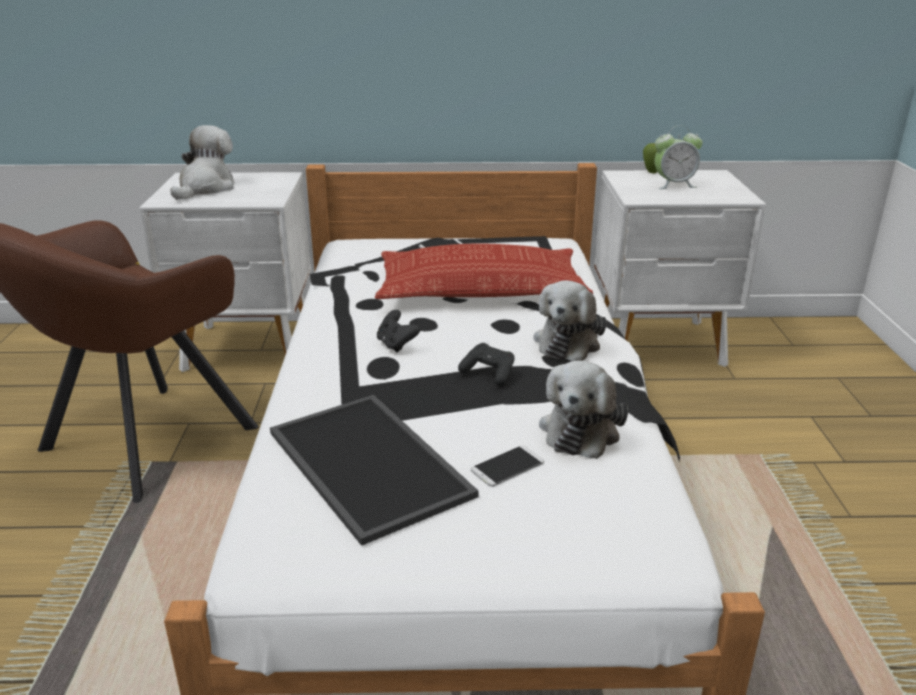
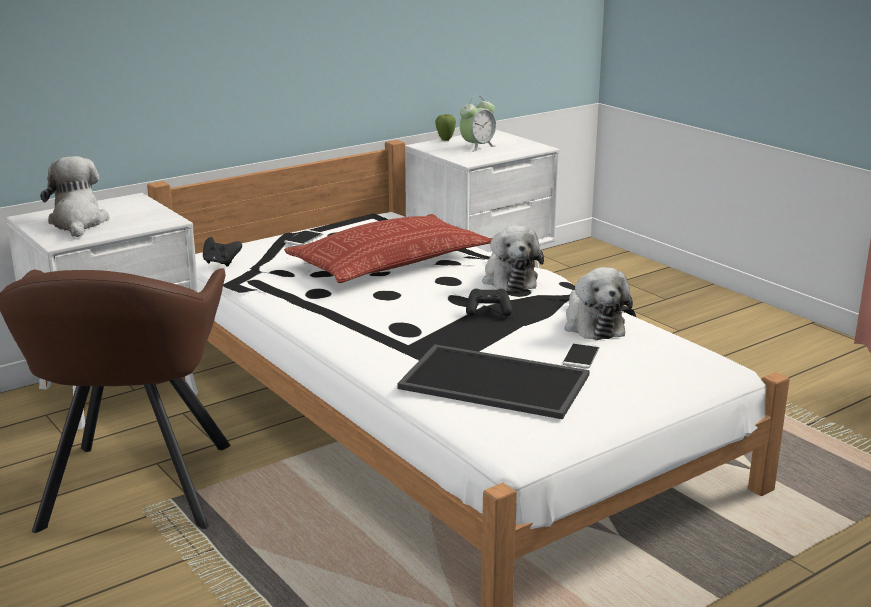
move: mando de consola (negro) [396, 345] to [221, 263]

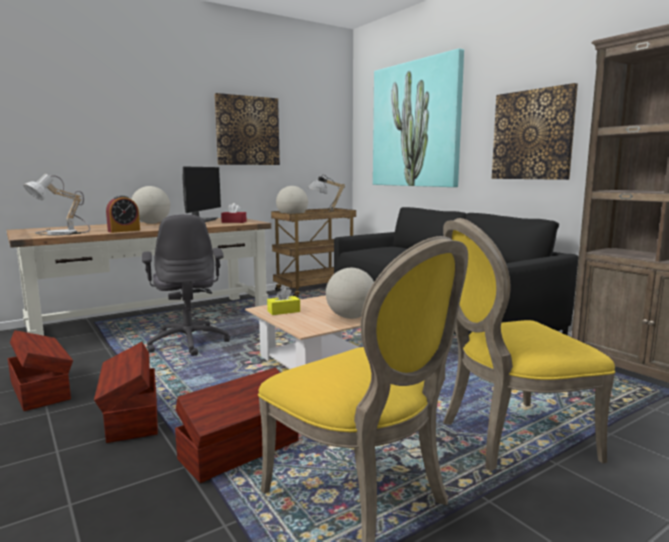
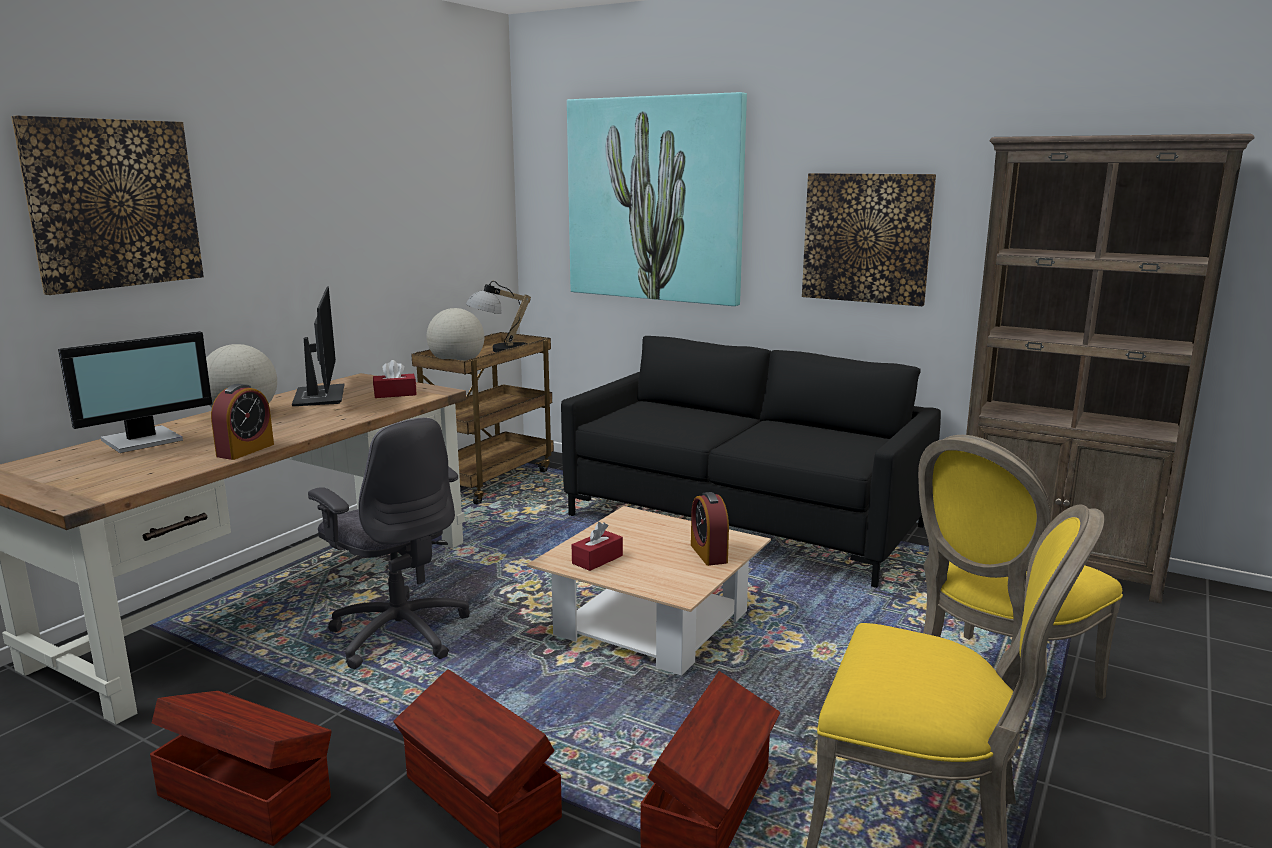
delete: lámpara de mesa [61, 233]
insert: monitor [144, 441]
move: cuadro [247, 130] to [113, 204]
replace: globo terráqueo [351, 317] to despertador [708, 553]
recolor: caja de pañuelos (amarillo) [283, 311] to caja de pañuelos (rojo) [597, 559]

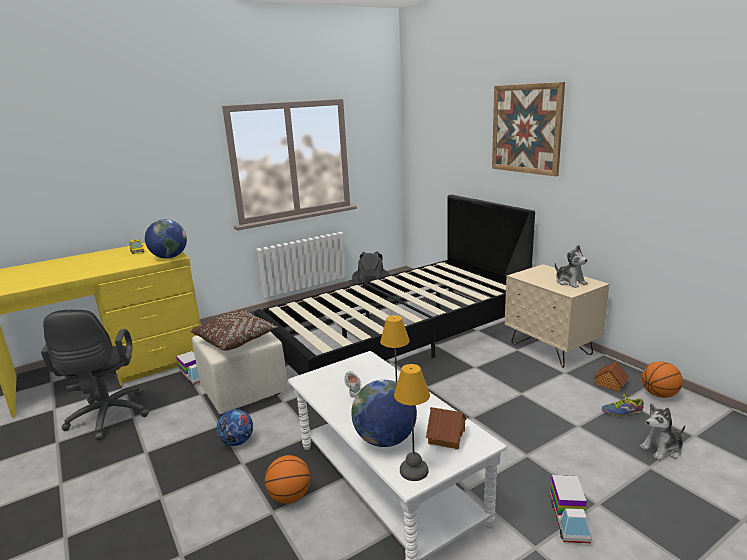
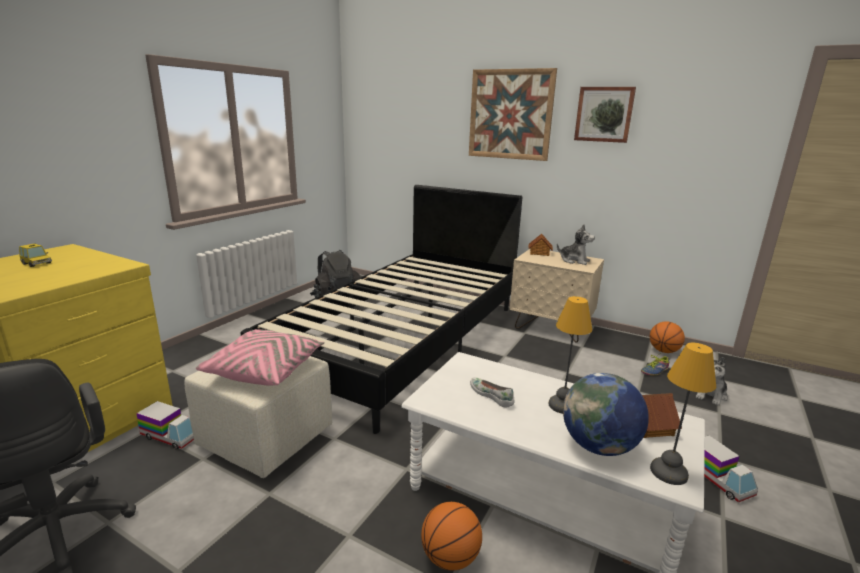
delete: globo terráqueo [169, 257]; balón de fútbol [237, 442]
insert: cuadro [604, 114]
move: casita [609, 384] to [539, 253]
recolor: cojín (marrón) [236, 340] to cojín (rosa) [265, 369]

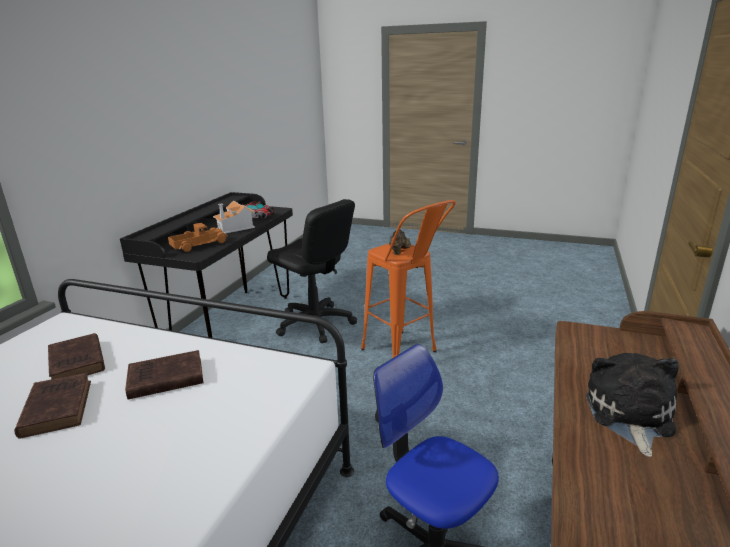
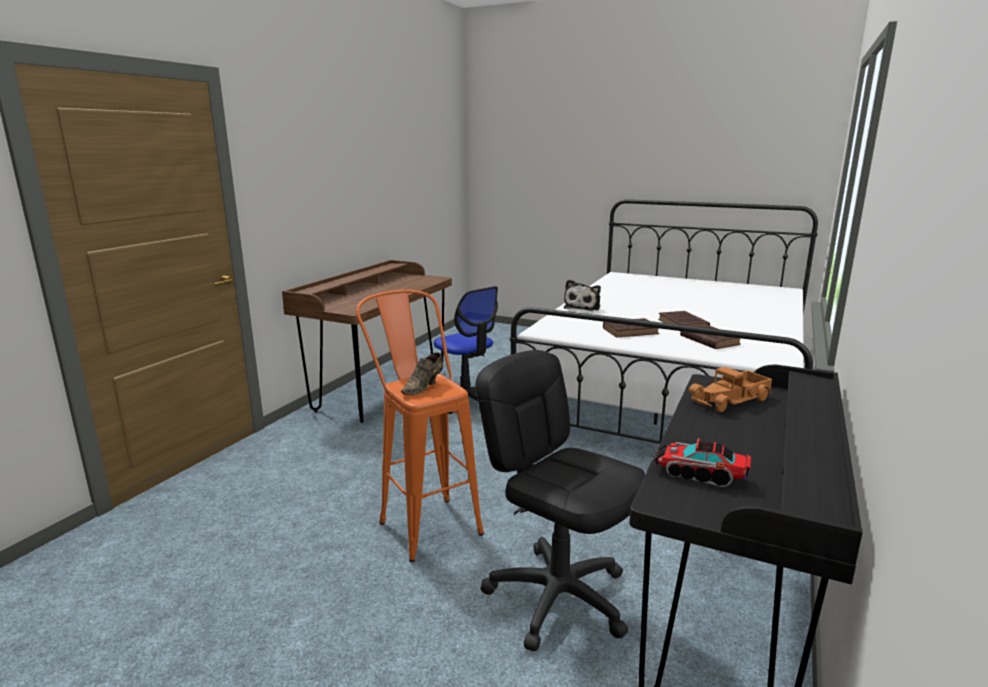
delete: casita [236, 227]
move: peluche [629, 415] to [583, 307]

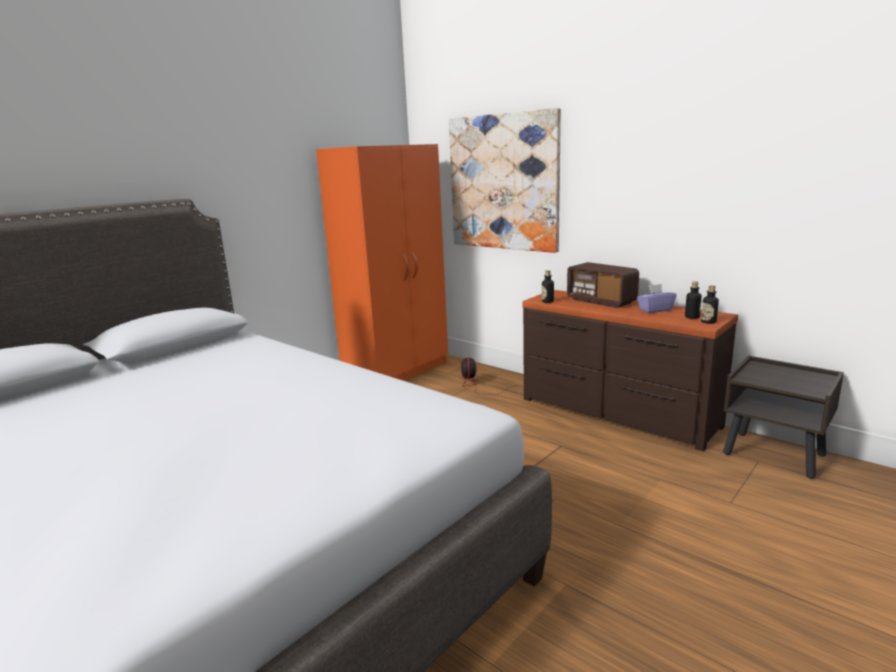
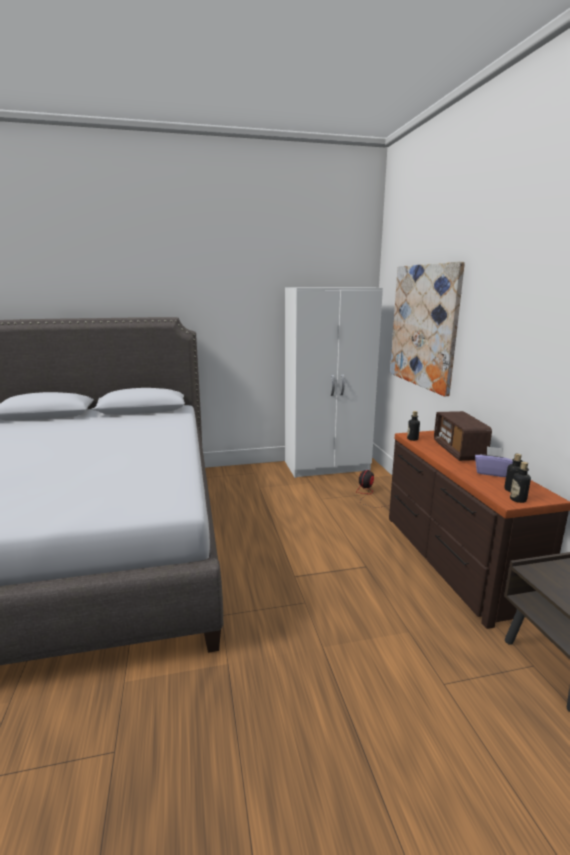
recolor: armario ropero (naranja) [398, 371] to armario ropero (blanco) [328, 466]

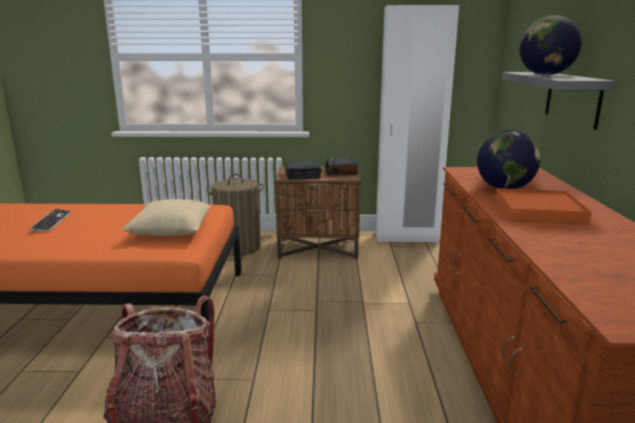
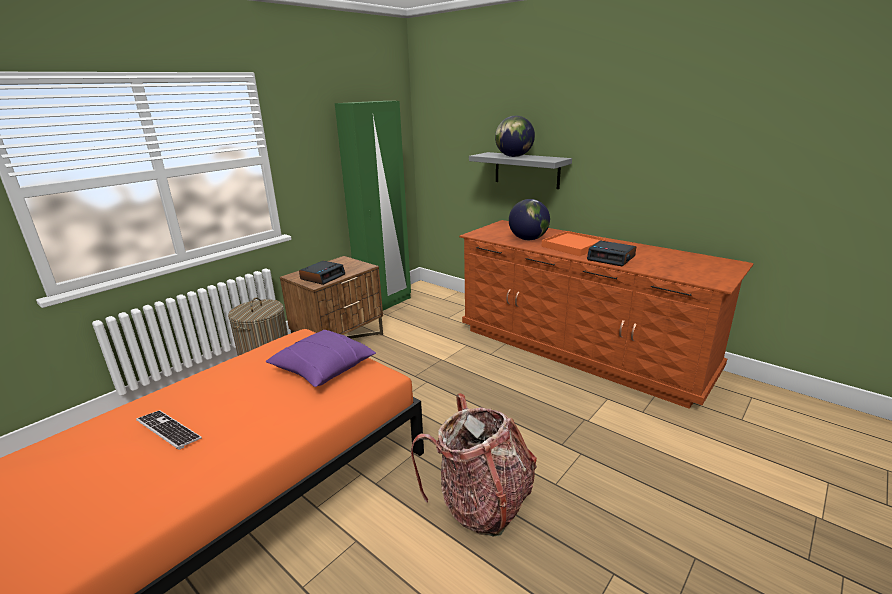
move: despertador [341, 171] to [611, 258]
recolor: armario ropero (blanco) [406, 238] to armario ropero (verde) [385, 304]; cojín (beis) [170, 230] to cojín (morado) [323, 369]

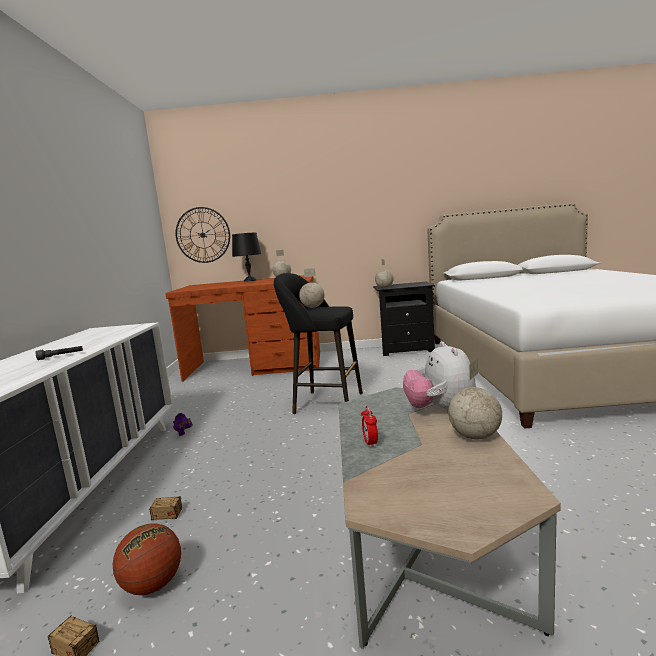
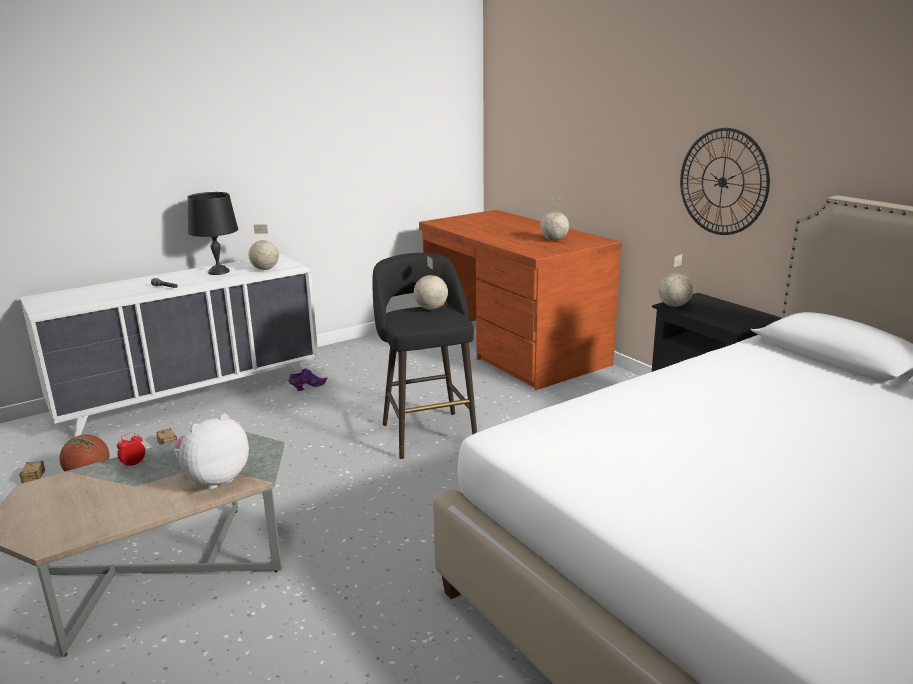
move: reloj de pared [203, 235] to [722, 182]; lámpara de mesa (negro) [250, 280] to [218, 272]; globo terráqueo [475, 436] to [265, 269]

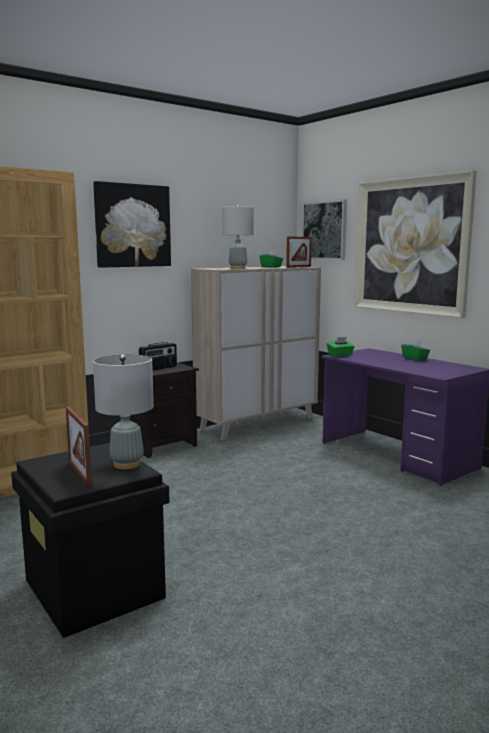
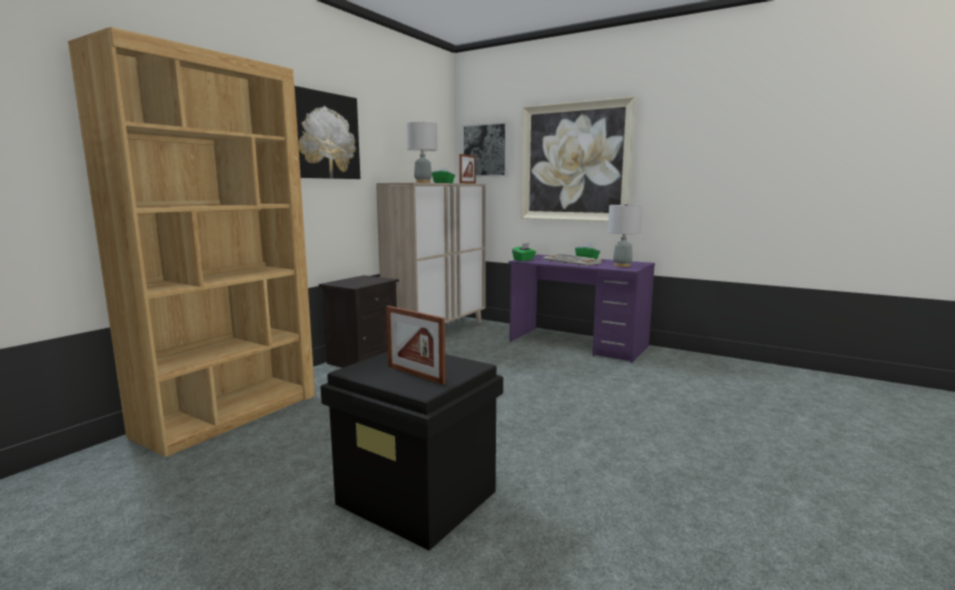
delete: radio [158, 368]
insert: teclado [572, 261]
move: lámpara de mesa (gris) [127, 464] to [622, 265]

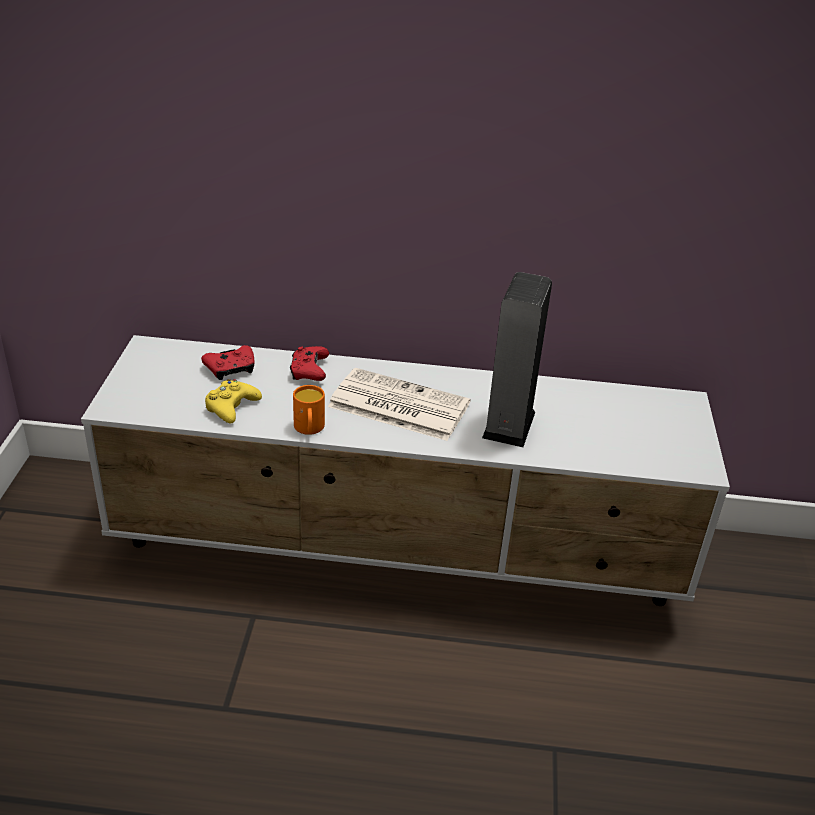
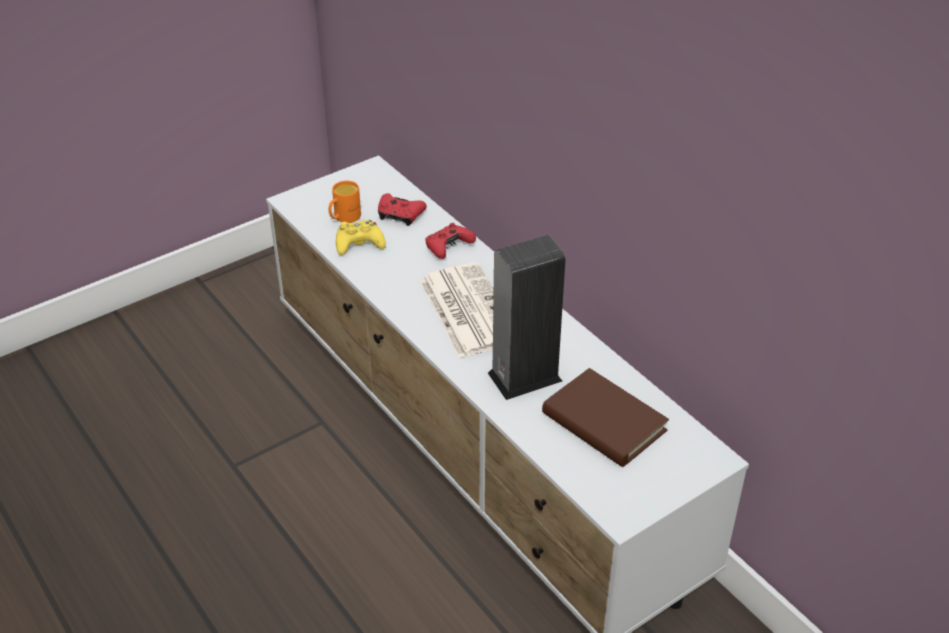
insert: libro (marrón) [603, 422]
move: taza grande (naranja) [309, 429] to [344, 218]

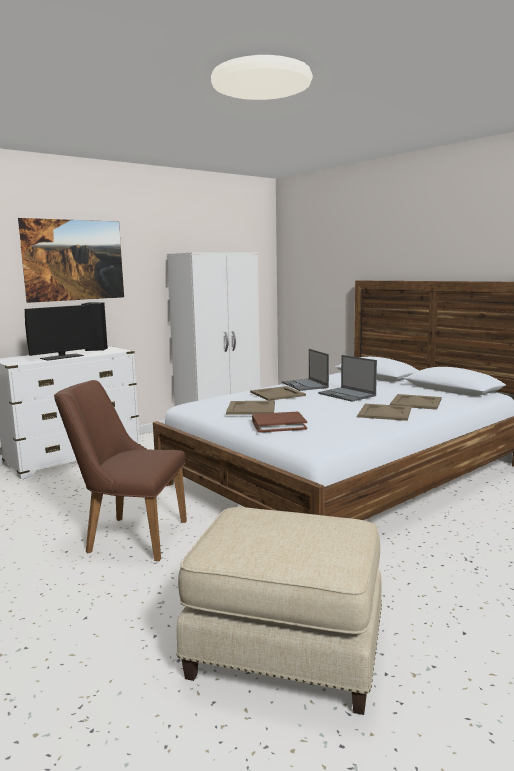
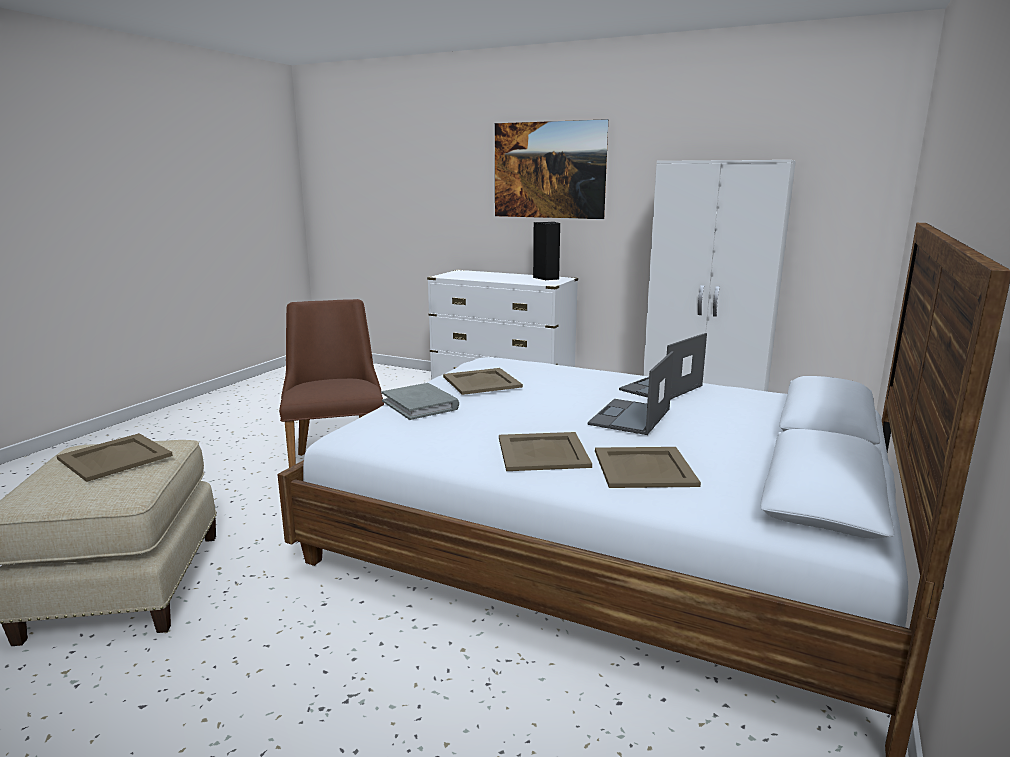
delete: monitor [62, 357]
move: bandeja (beis) [277, 394] to [115, 457]
recolor: libro (marrón) [278, 425] to libro (gris) [420, 405]

